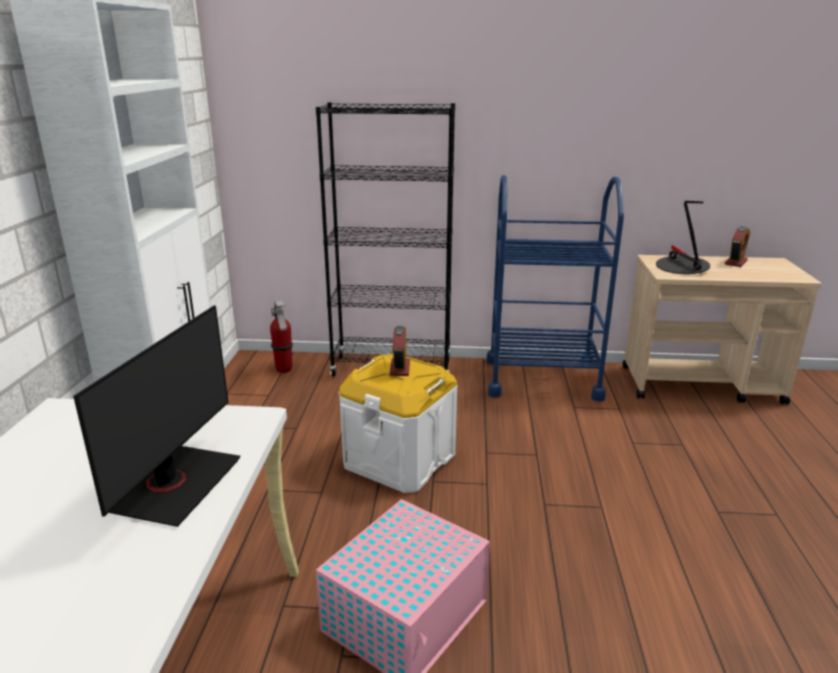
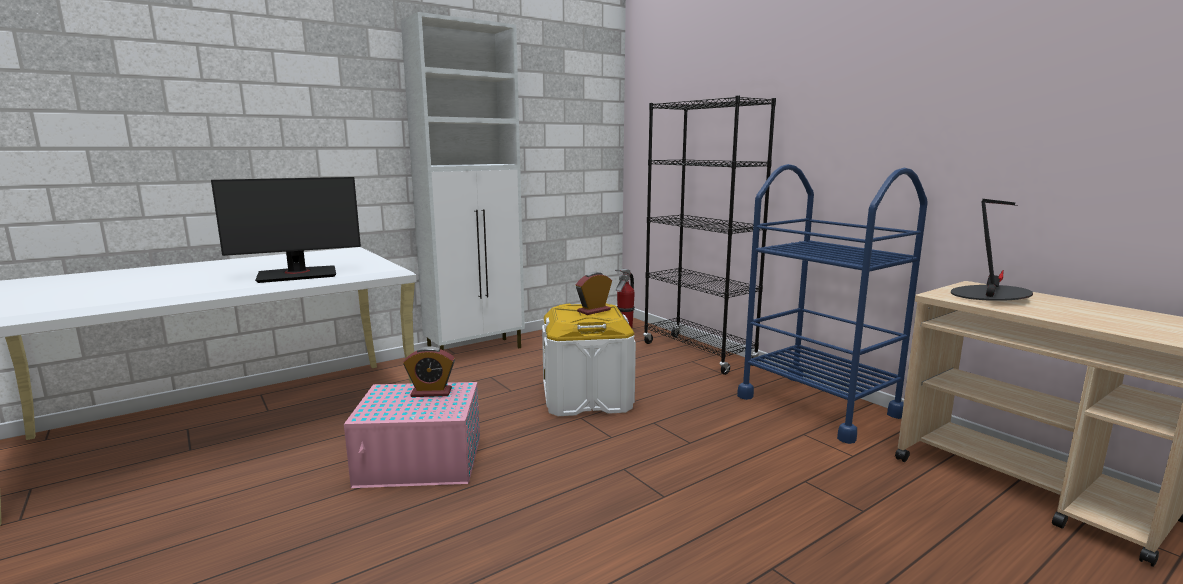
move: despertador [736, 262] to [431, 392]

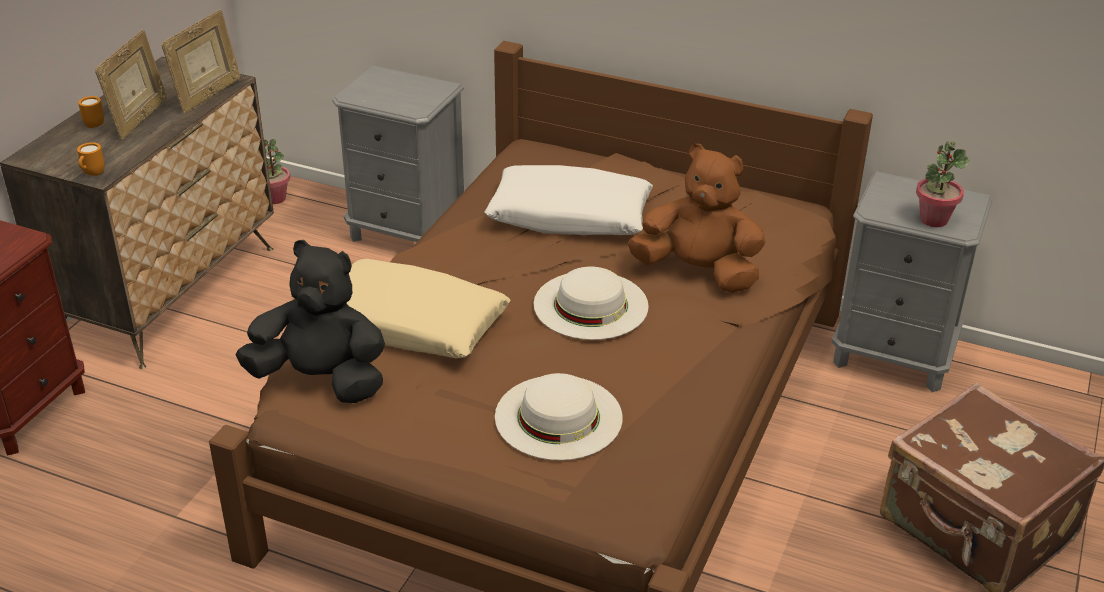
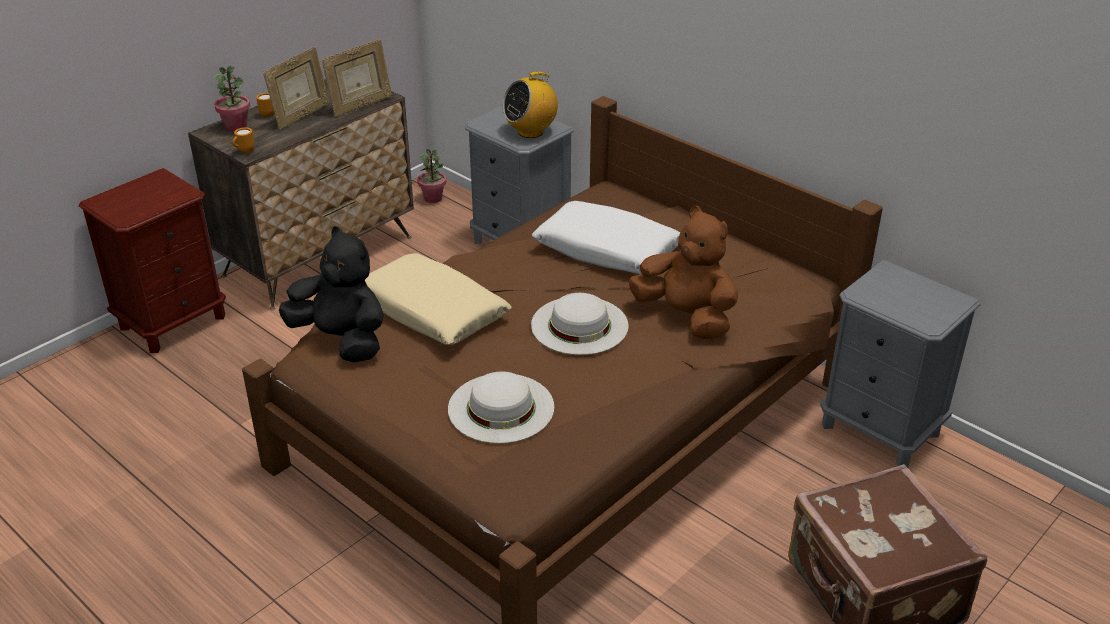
insert: radio [531, 131]
move: planta en maceta [933, 219] to [236, 127]

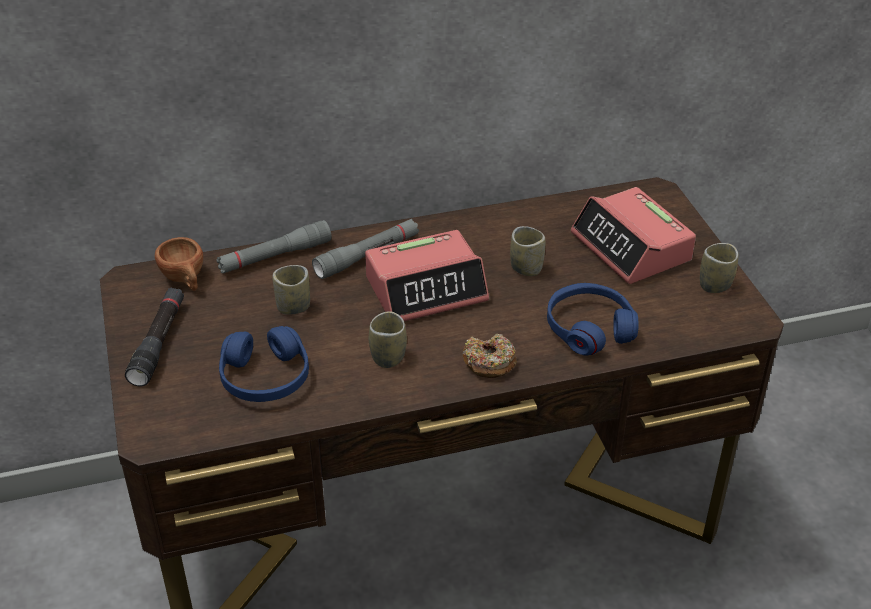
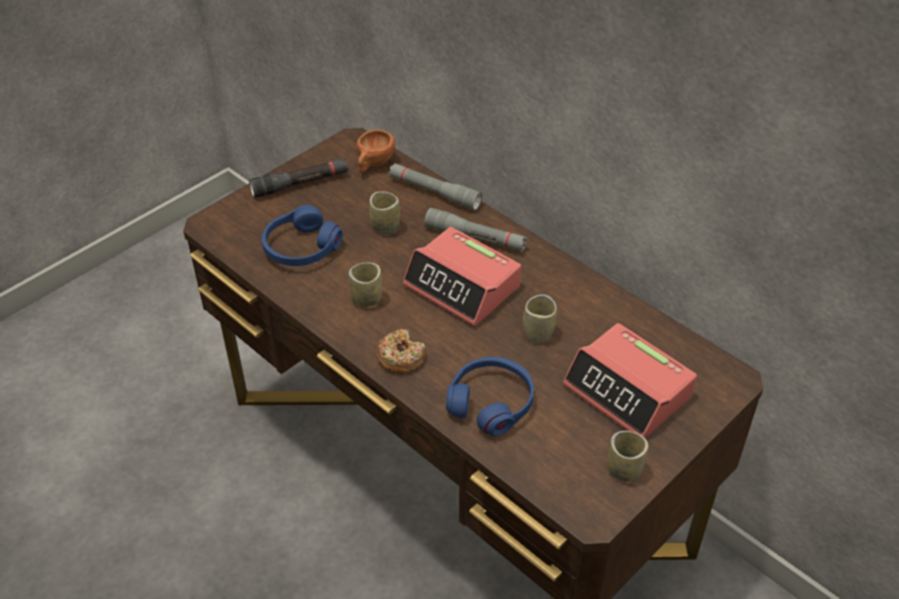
rotate: despertador [631, 247] = [628, 391] 75 degrees counterclockwise

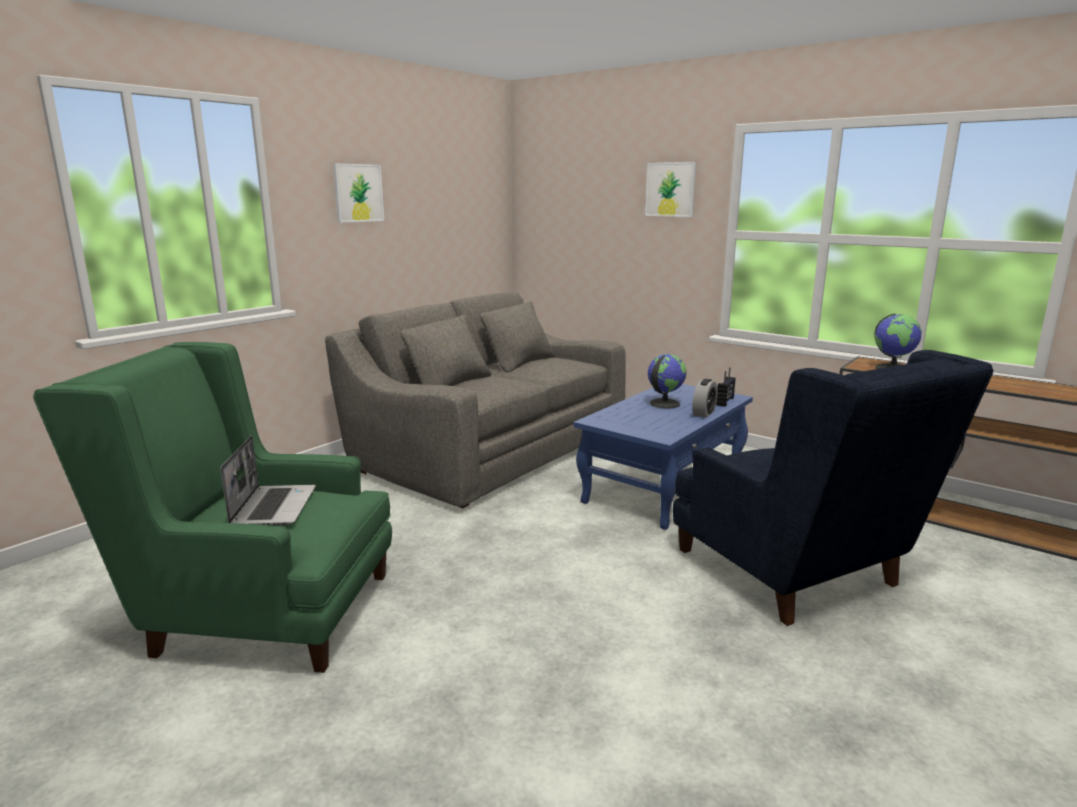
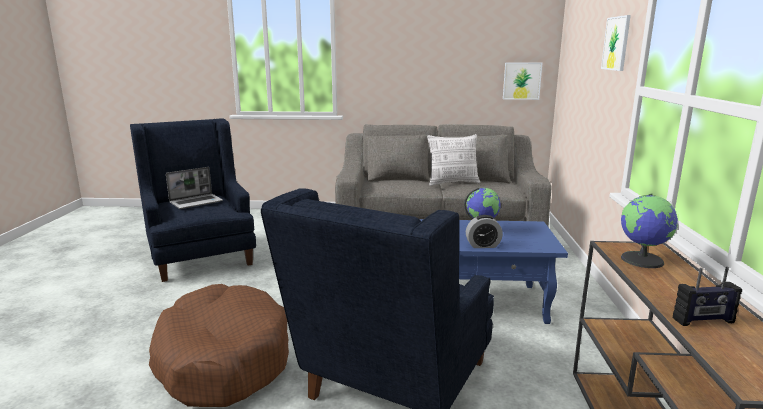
insert: cojín [452, 183]; cama para perro (marrón) [222, 359]
move: cuadro [358, 193] to [522, 81]; radio [725, 402] to [703, 321]
recolor: sillón (verde) [258, 611] to sillón (azul) [199, 253]

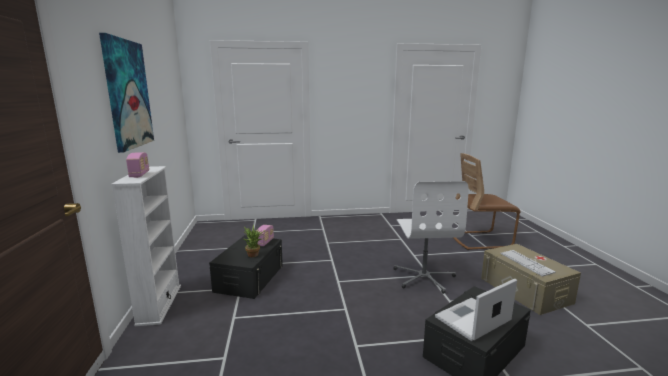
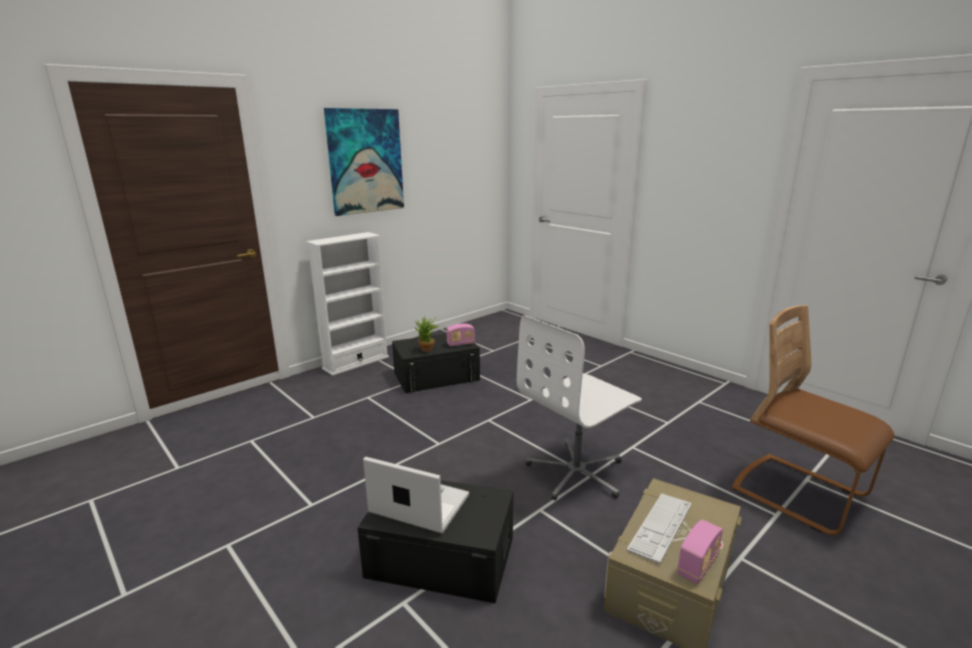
move: radio [139, 174] to [698, 565]

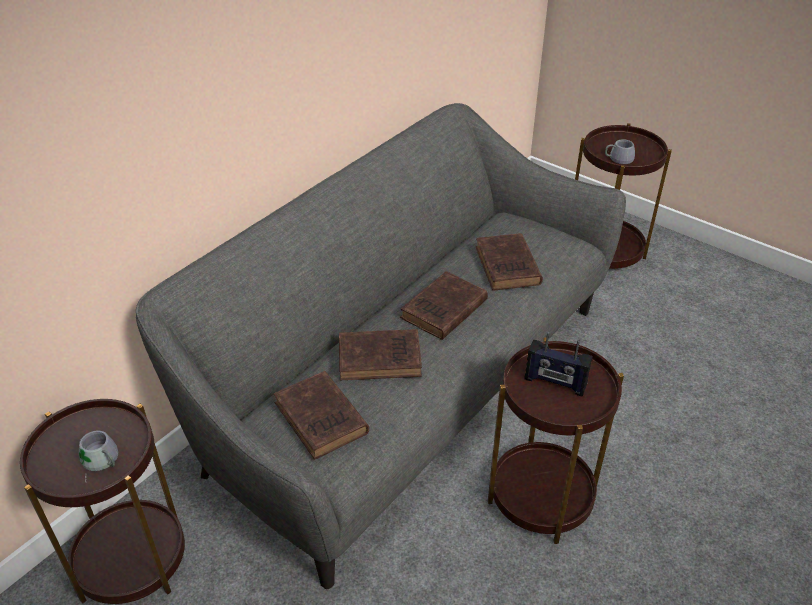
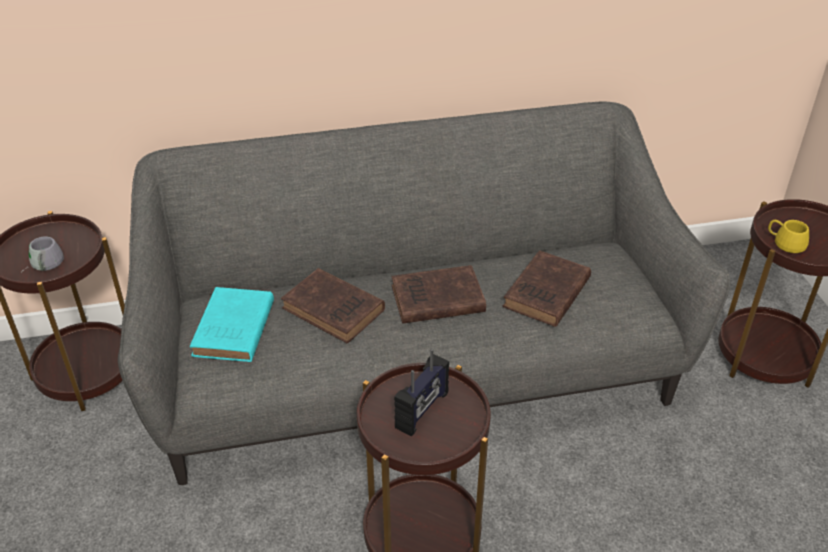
recolor: taza grande (gris) [617, 157] to taza grande (amarillo) [786, 241]; libro (marrón) [322, 420] to libro (turquesa) [233, 330]
rotate: radio [555, 383] = [422, 410] 120 degrees counterclockwise

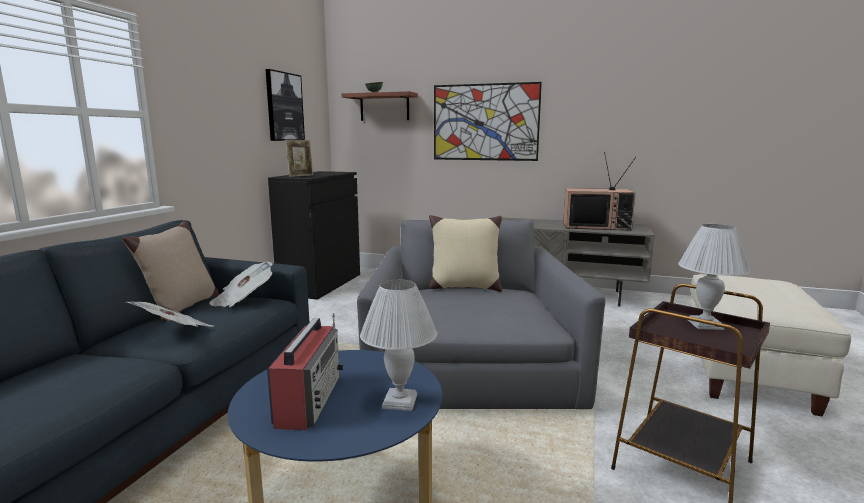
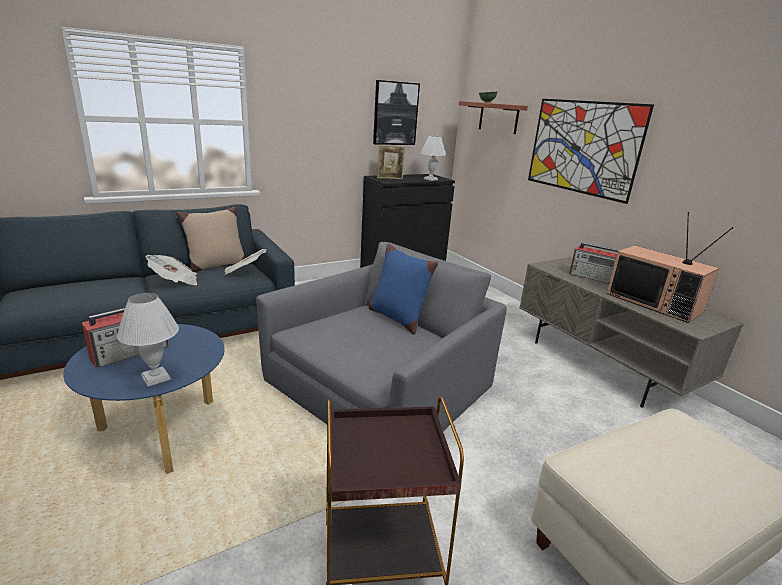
insert: radio [594, 278]
move: lámpara de mesa (blanco) [704, 324] to [430, 179]
recolor: cojín (beis) [464, 287] to cojín (azul) [397, 318]

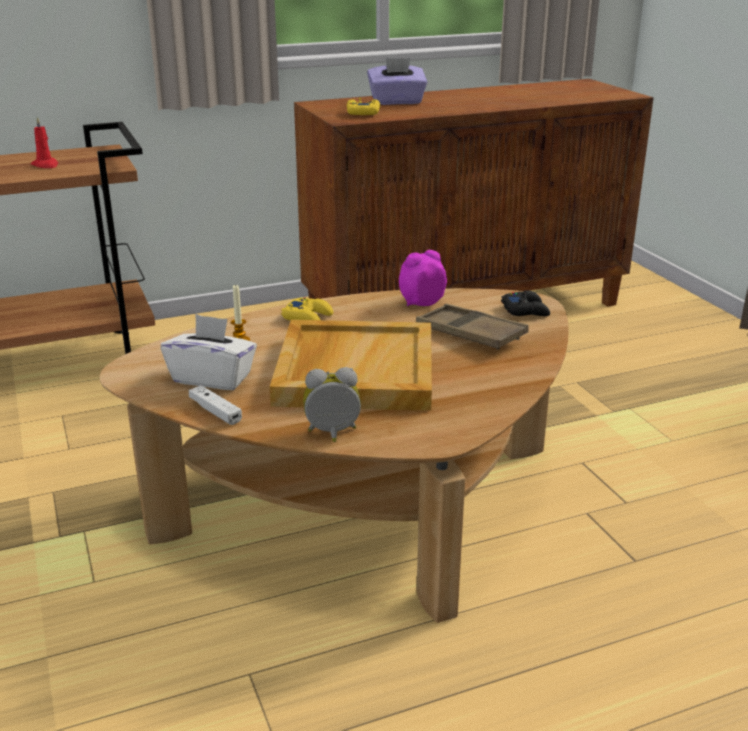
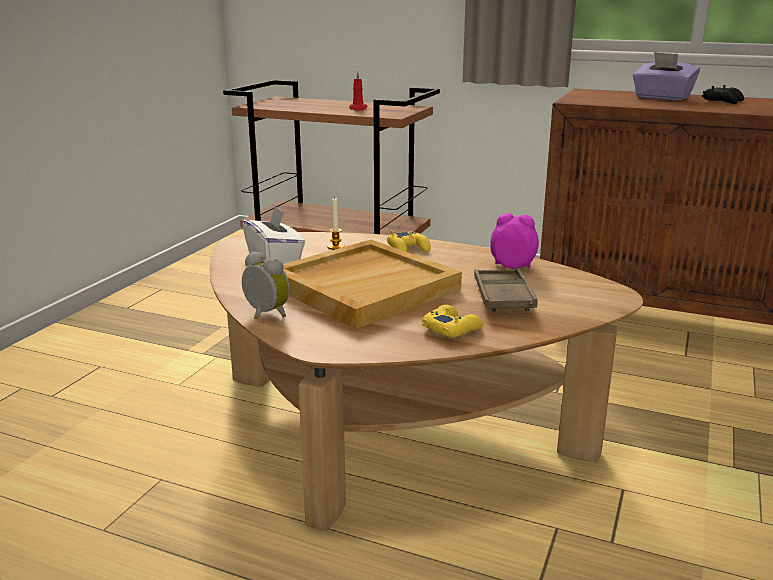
delete: mando de consola (blanco) [215, 412]
move: mando de consola (amarillo) [363, 113] to [451, 328]; mando de consola (negro) [525, 310] to [723, 101]

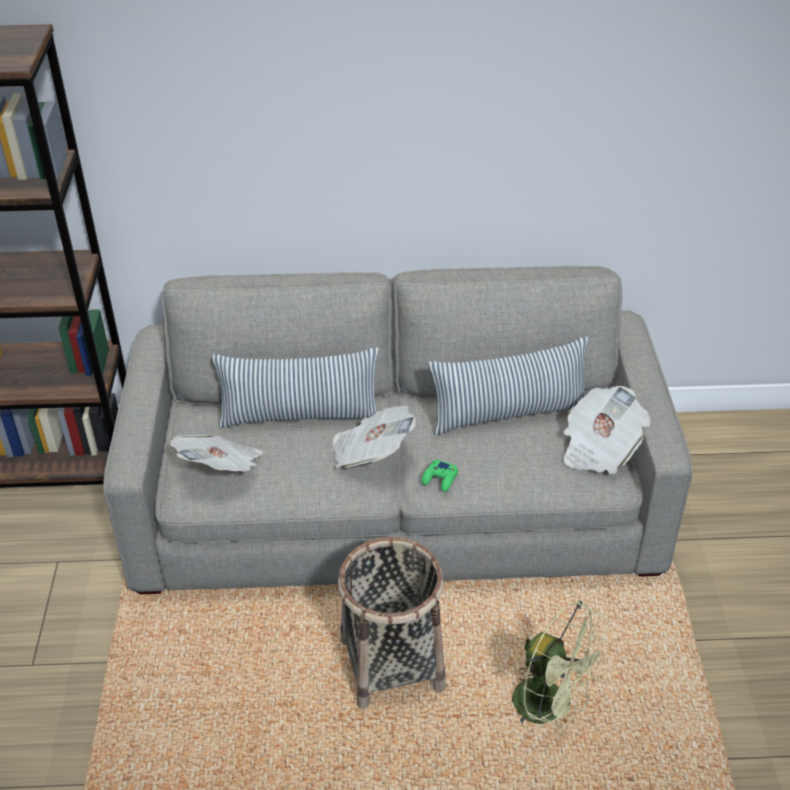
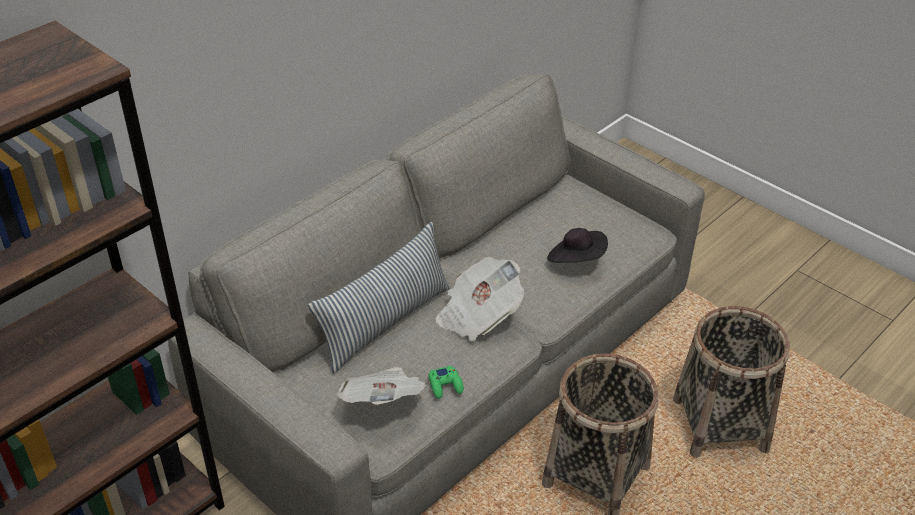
delete: cojín [508, 414]; periódico [599, 448]
insert: sombrero (negro) [576, 260]
move: mando de consola (verde) [440, 479] to [445, 385]
replace: ventilador (verde) [550, 707] to cesta [719, 424]

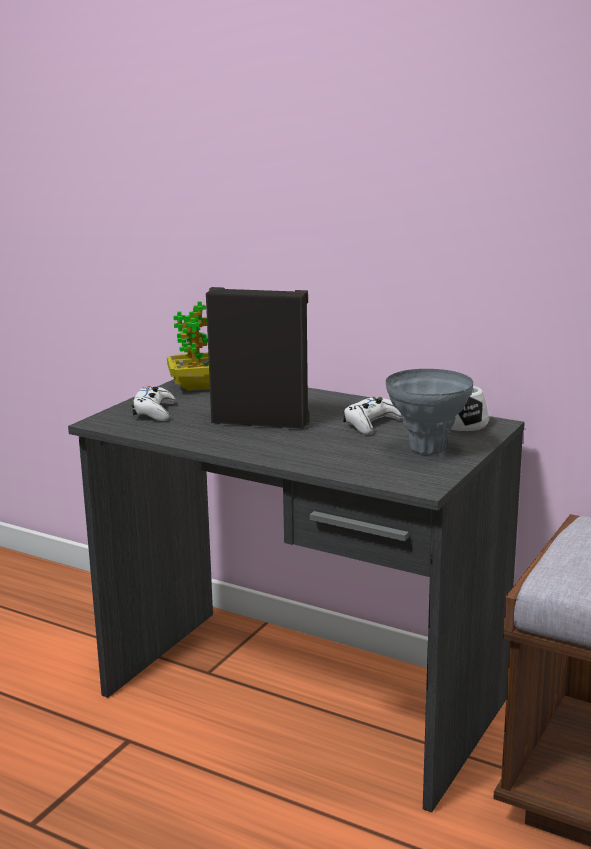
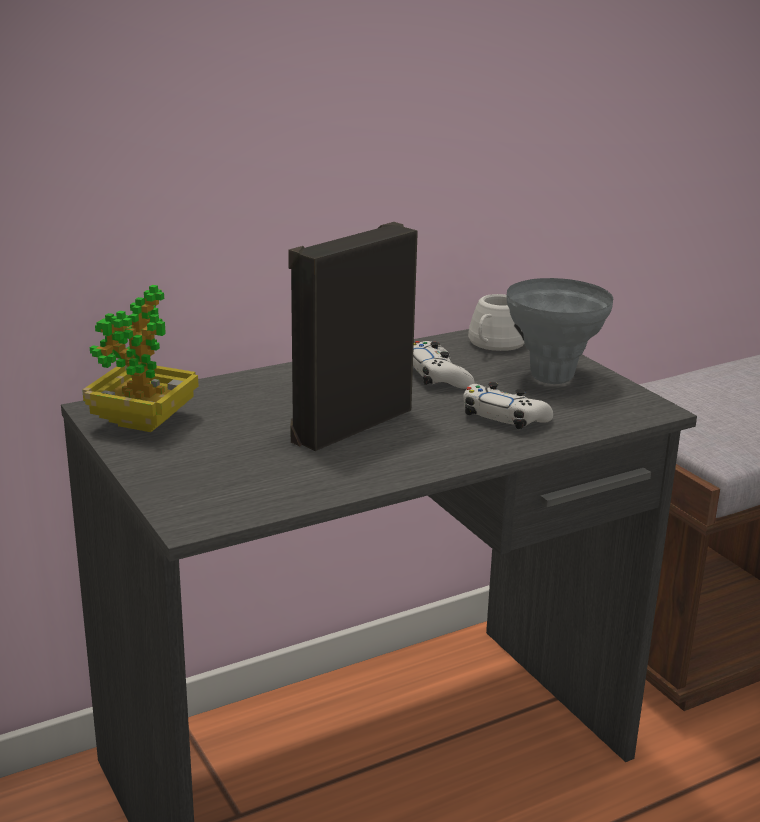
move: mando de consola (blanco) [154, 412] to [504, 417]

